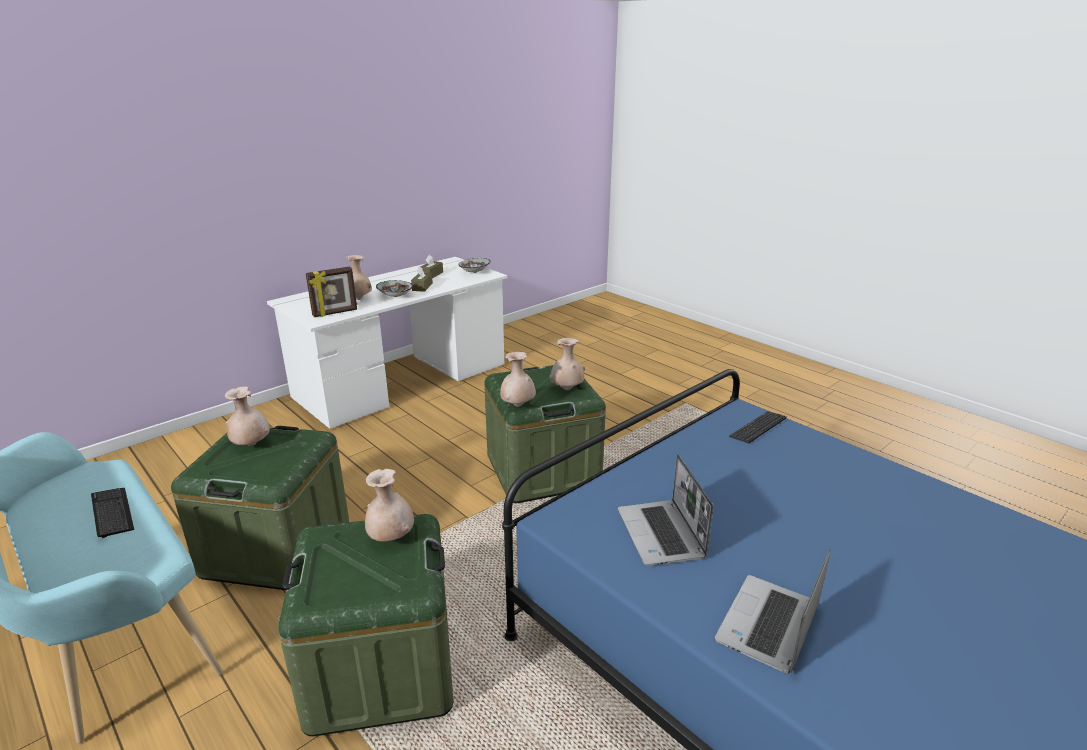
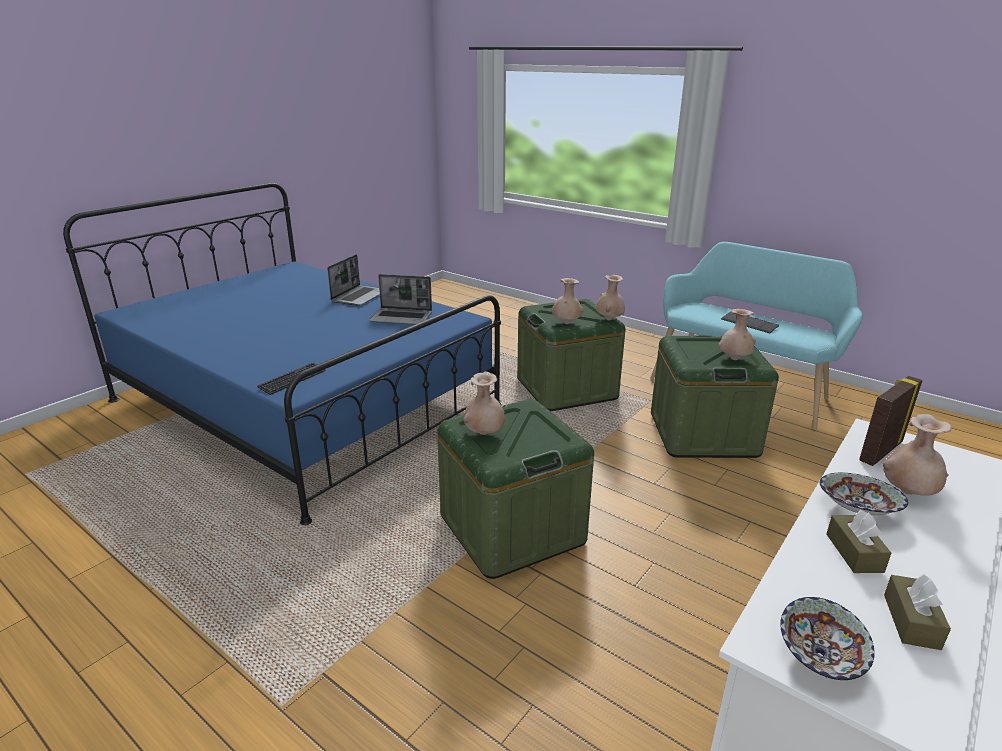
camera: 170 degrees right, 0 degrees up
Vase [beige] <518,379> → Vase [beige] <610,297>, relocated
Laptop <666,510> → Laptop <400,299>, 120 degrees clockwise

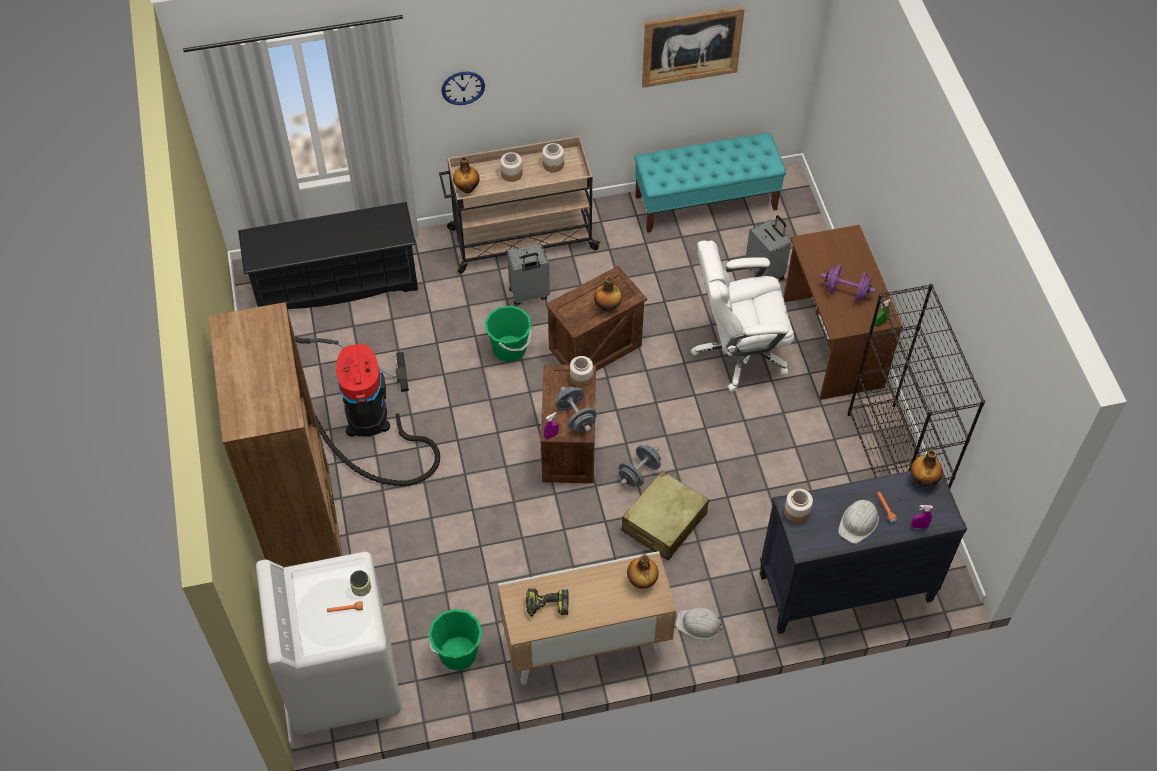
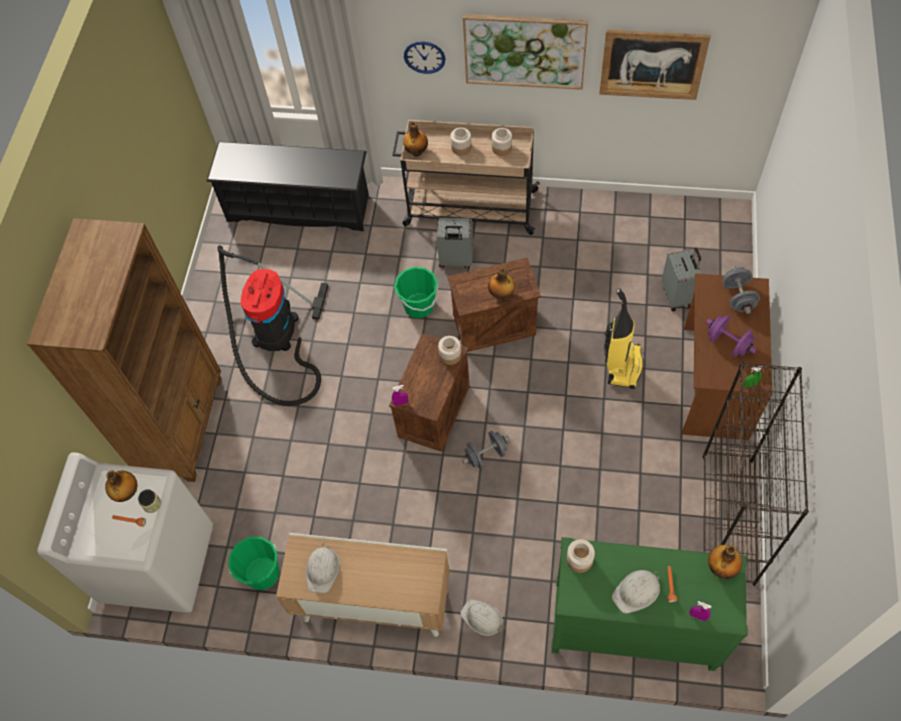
camera: 25 degrees right, 5 degrees up
Bohrmaschine <547,602> → Schutzhelm [weiß] <323,568>
Hantel [grau] <576,409> → Hantel [grau] <741,290>, relocated
Koffer [beige] <665,516> → -
Flasche <643,571> → Flasche <121,486>, relocated
Bank [türkis] <710,183> → -
Bürostuhl [weiß] <742,316> → Staubsauger <623,338>
Kommode [schwarz] <863,552> → Kommode [grün] <649,604>
- → Bild <525,52>

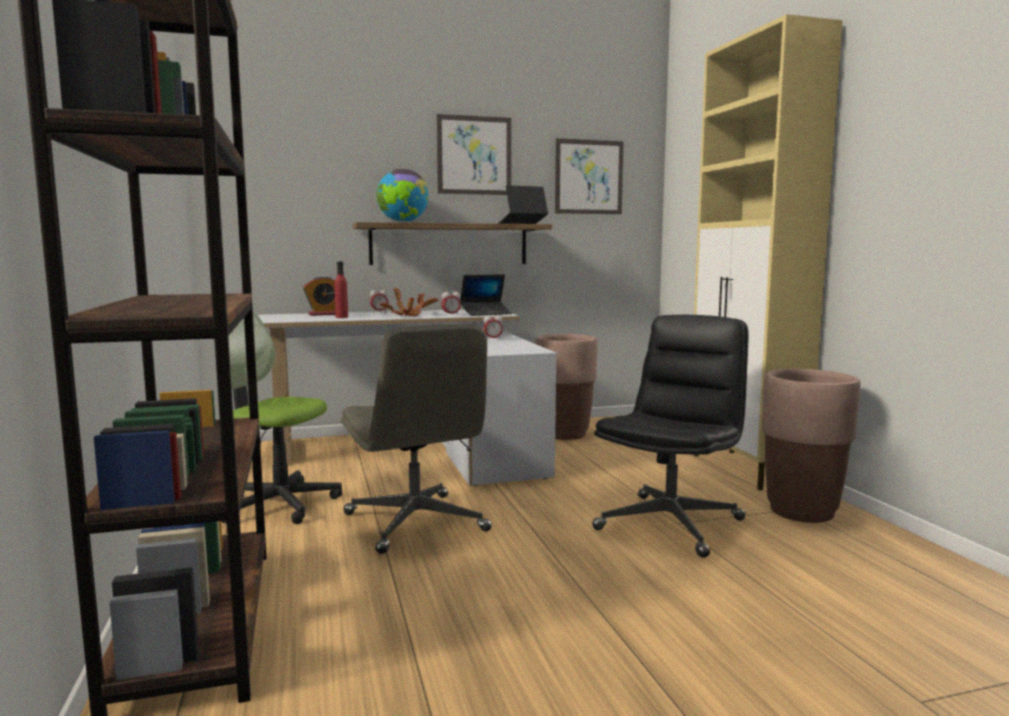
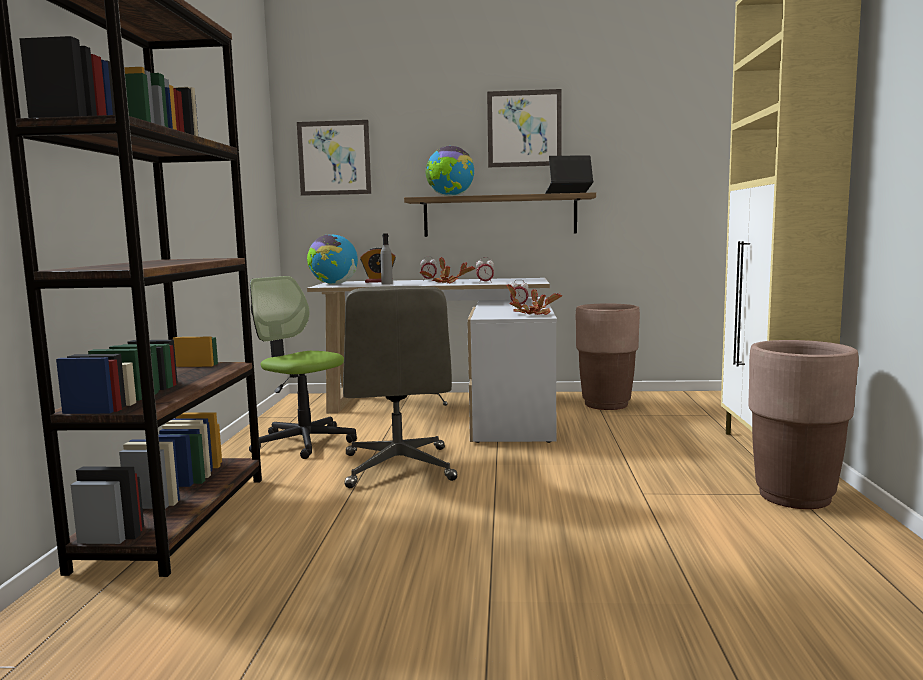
camera: 20 degrees right, 0 degrees up
Flasche [rot] <341,290> → Flasche [grau] <387,259>
Laptop <486,295> → -
Bild <589,176> → Bild <334,158>, relocated
Bürostuhl [schwarz] <670,436> → -
- → Globus <332,260>
- → Topfpflanze <534,299>

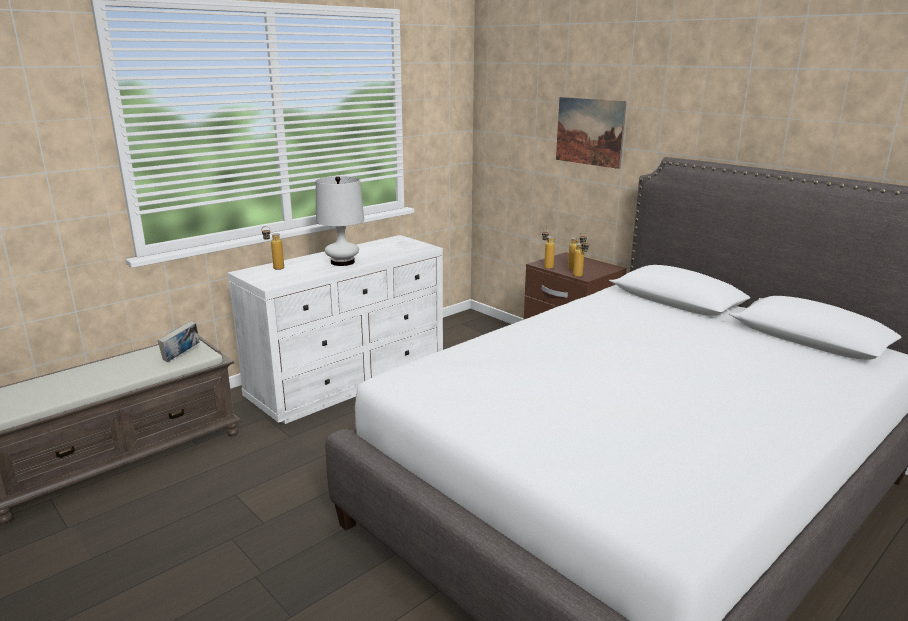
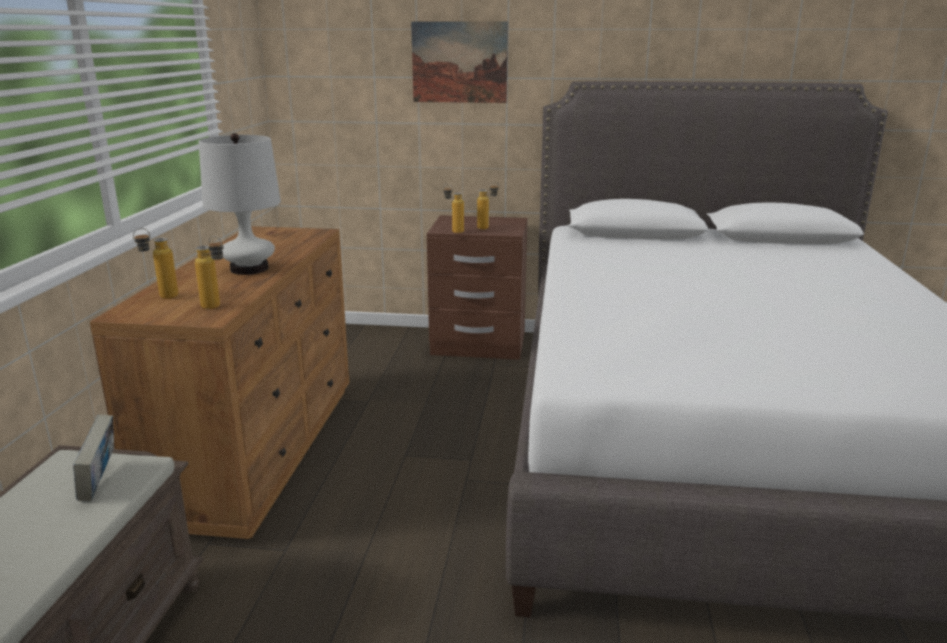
camera: 40 degrees left, 0 degrees up
Kommode [weiß] <335,329> → Kommode [braun] <220,382>
Flasche <581,258> → Flasche <209,272>, relocated

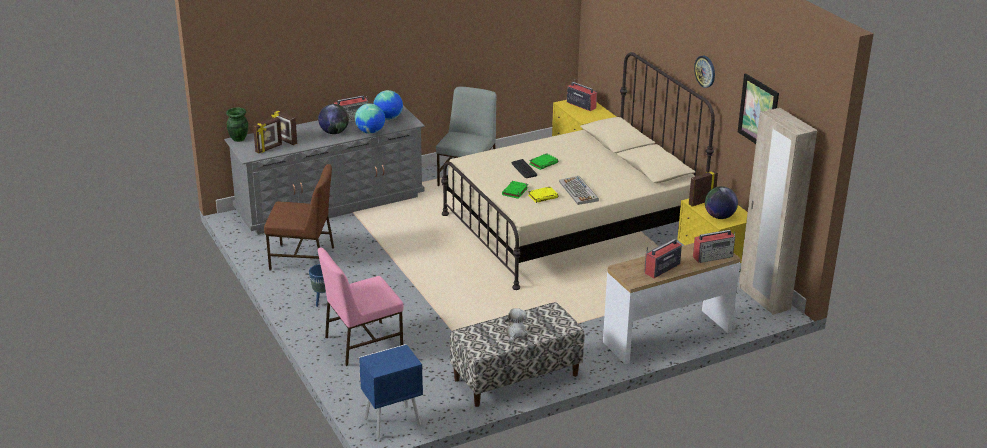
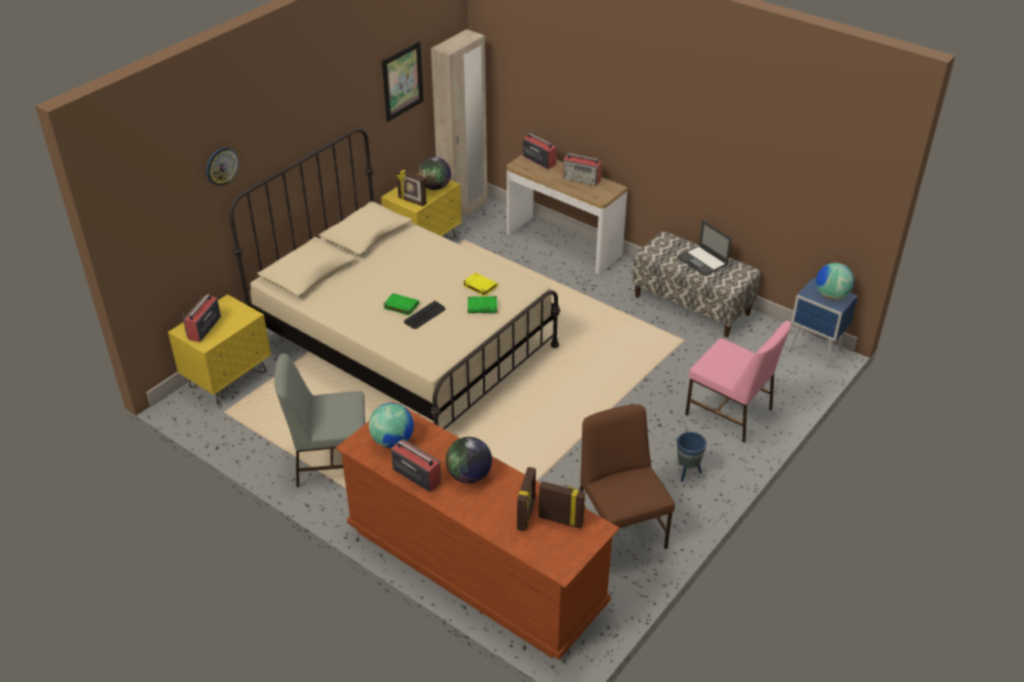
camera: 115 degrees left, 10 degrees up
Kommode [grau] <324,170> → Kommode [braun] <477,530>
Vase [grün] <237,125> → -
Globus <370,118> → Globus <835,281>, relocated
Plüschtier <515,326> → Laptop <704,248>
Tastatur <579,190> → -
Wanduhr <704,72> → Wanduhr <222,166>, relocated

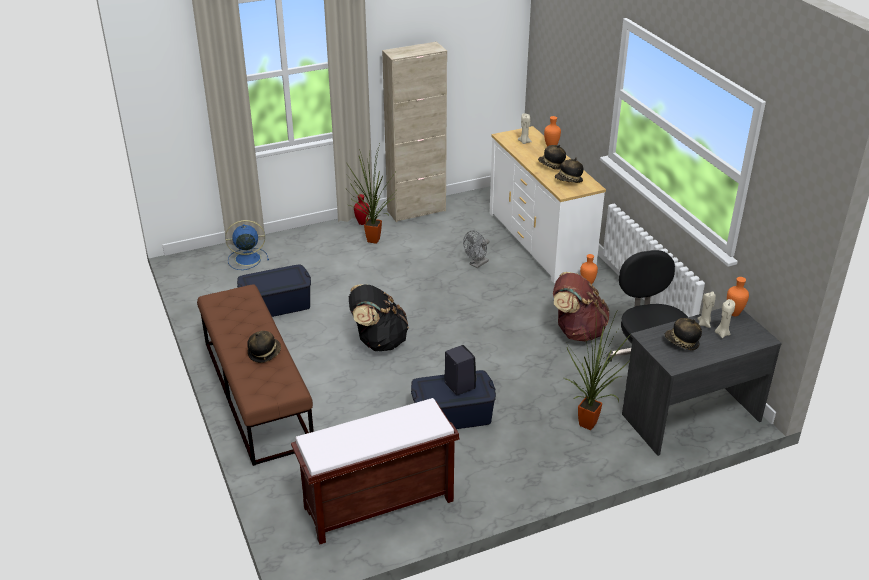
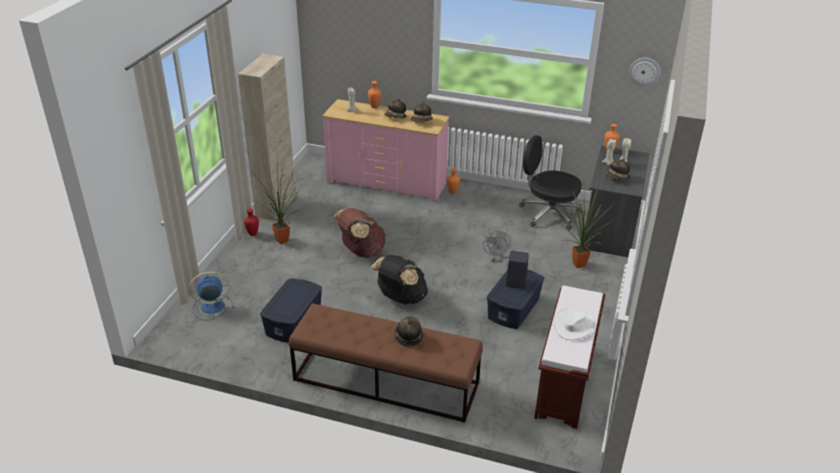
camera: 50 degrees left, 0 degrees up
Ventilator [blau] <247,245> → Ventilator [blau] <211,295>, 45 degrees clockwise
Ventilator [grau] <476,249> → Ventilator [grau] <497,246>, relocated
Kommode [weiß] <547,204> → Kommode [rosa] <385,150>
Rucksack [braun] <581,307> → Rucksack [braun] <359,233>, relocated
- → Hut [weiß] <574,324>
- → Wanduhr <644,72>

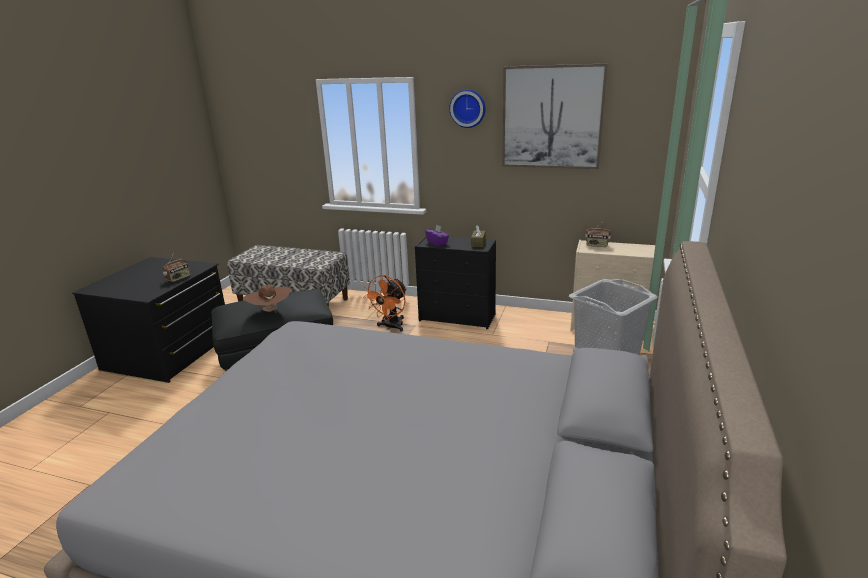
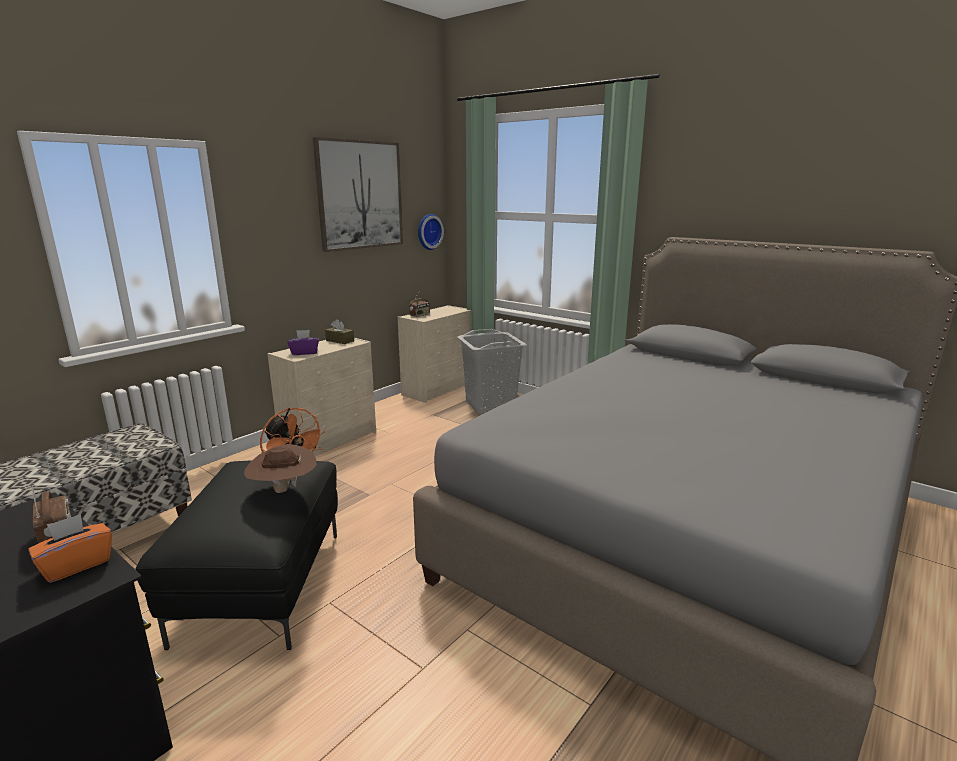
camera: 70 degrees left, 5 degrees down
Kommode [schwarz] <455,282> → Kommode [beige] <321,397>
Wanduhr <467,108> → Wanduhr <431,232>, relocated
- → Taschentuchbox [orange] <70,548>

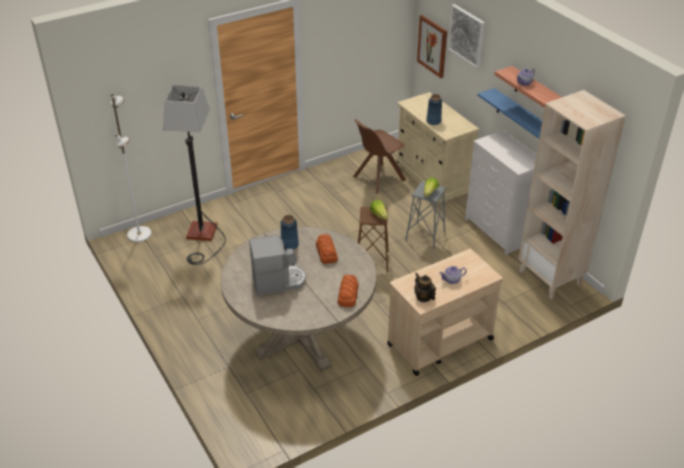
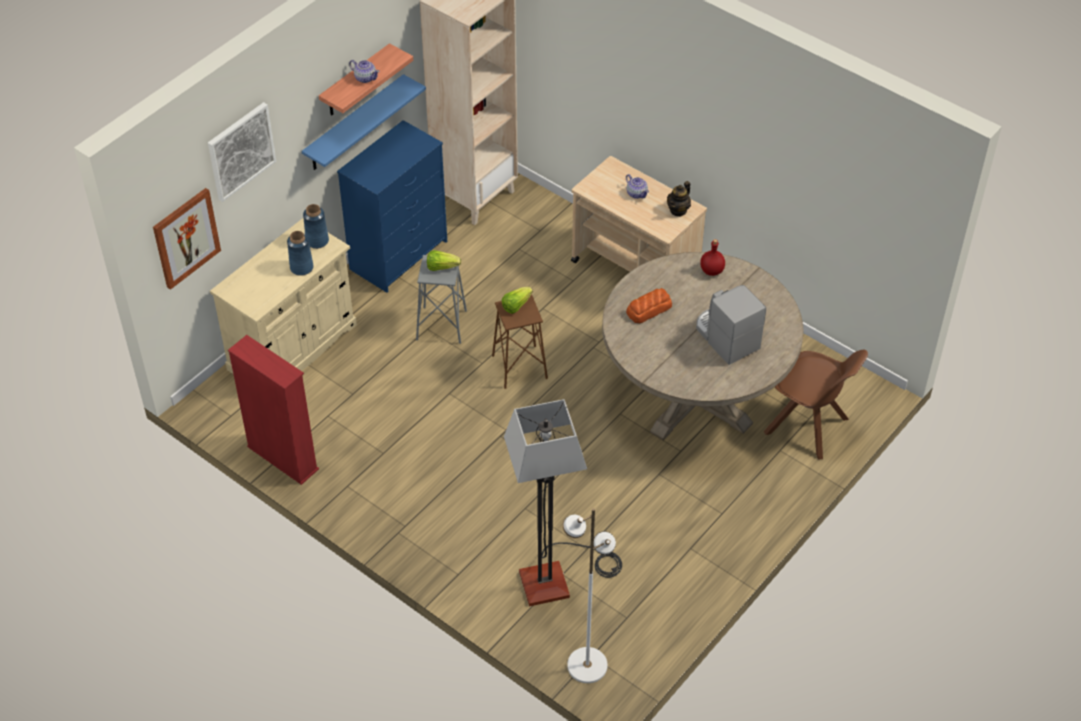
camera: 110 degrees left, 10 degrees up
Vase [blau] <290,232> → Vase [blau] <316,226>, relocated
Brot <348,291> → Flasche [rot] <712,257>
Stuhl [braun] <379,156> → Stuhl [braun] <816,405>, relocated
Kommode [weiß] <501,192> → Kommode [blau] <392,206>
- → Bücherregal [rot] <273,410>

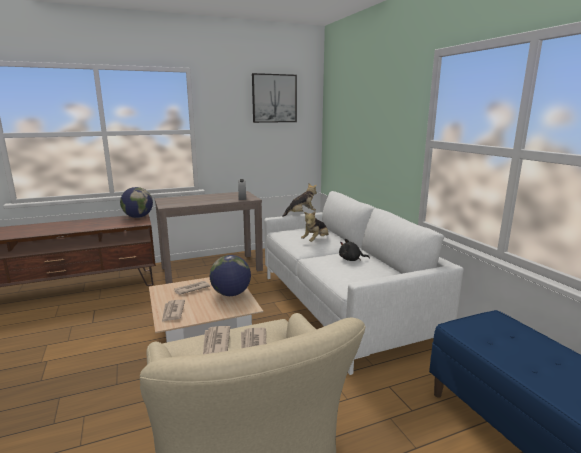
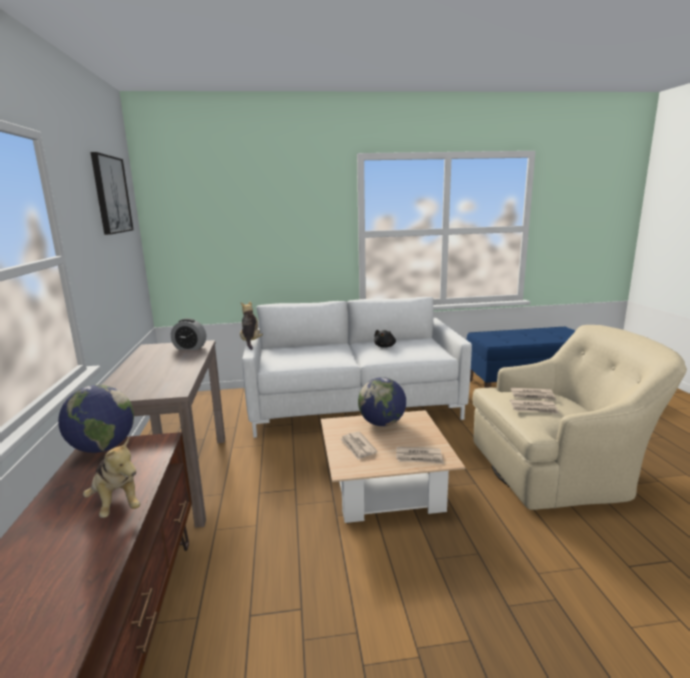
camera: 75 degrees left, 0 degrees up
Plüschtier <315,226> → Plüschtier <111,477>, relocated

